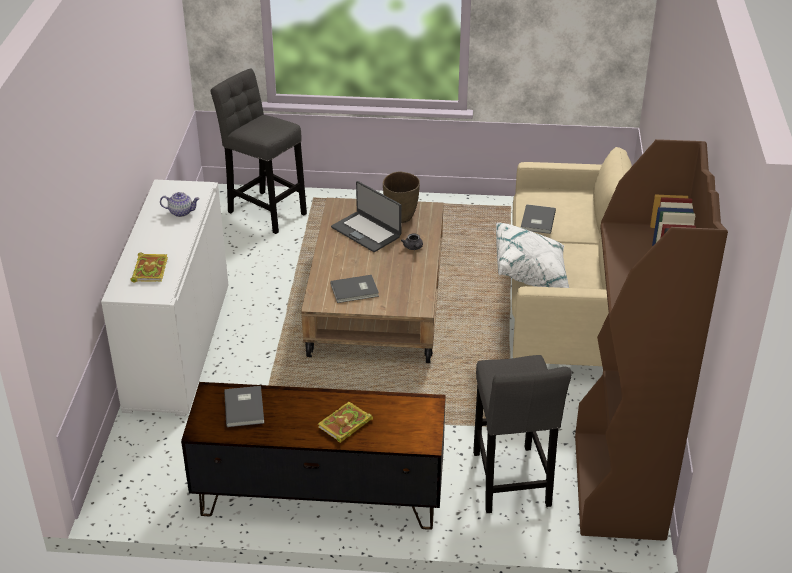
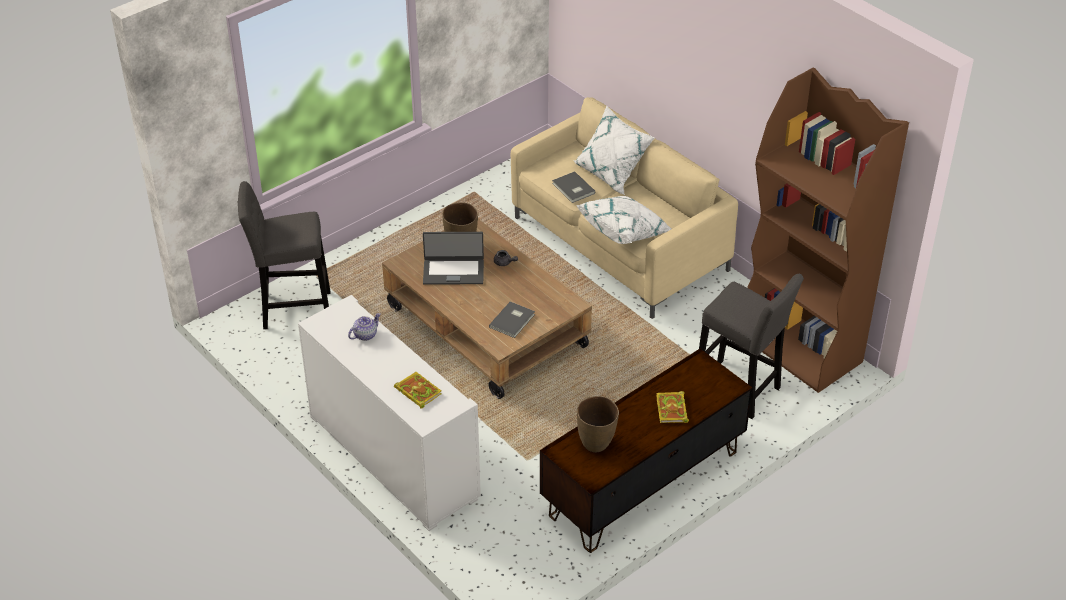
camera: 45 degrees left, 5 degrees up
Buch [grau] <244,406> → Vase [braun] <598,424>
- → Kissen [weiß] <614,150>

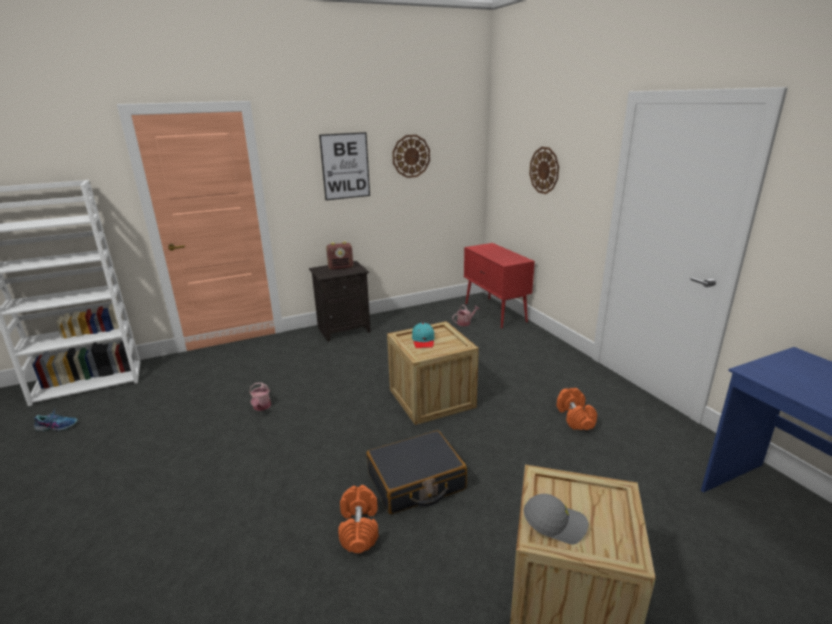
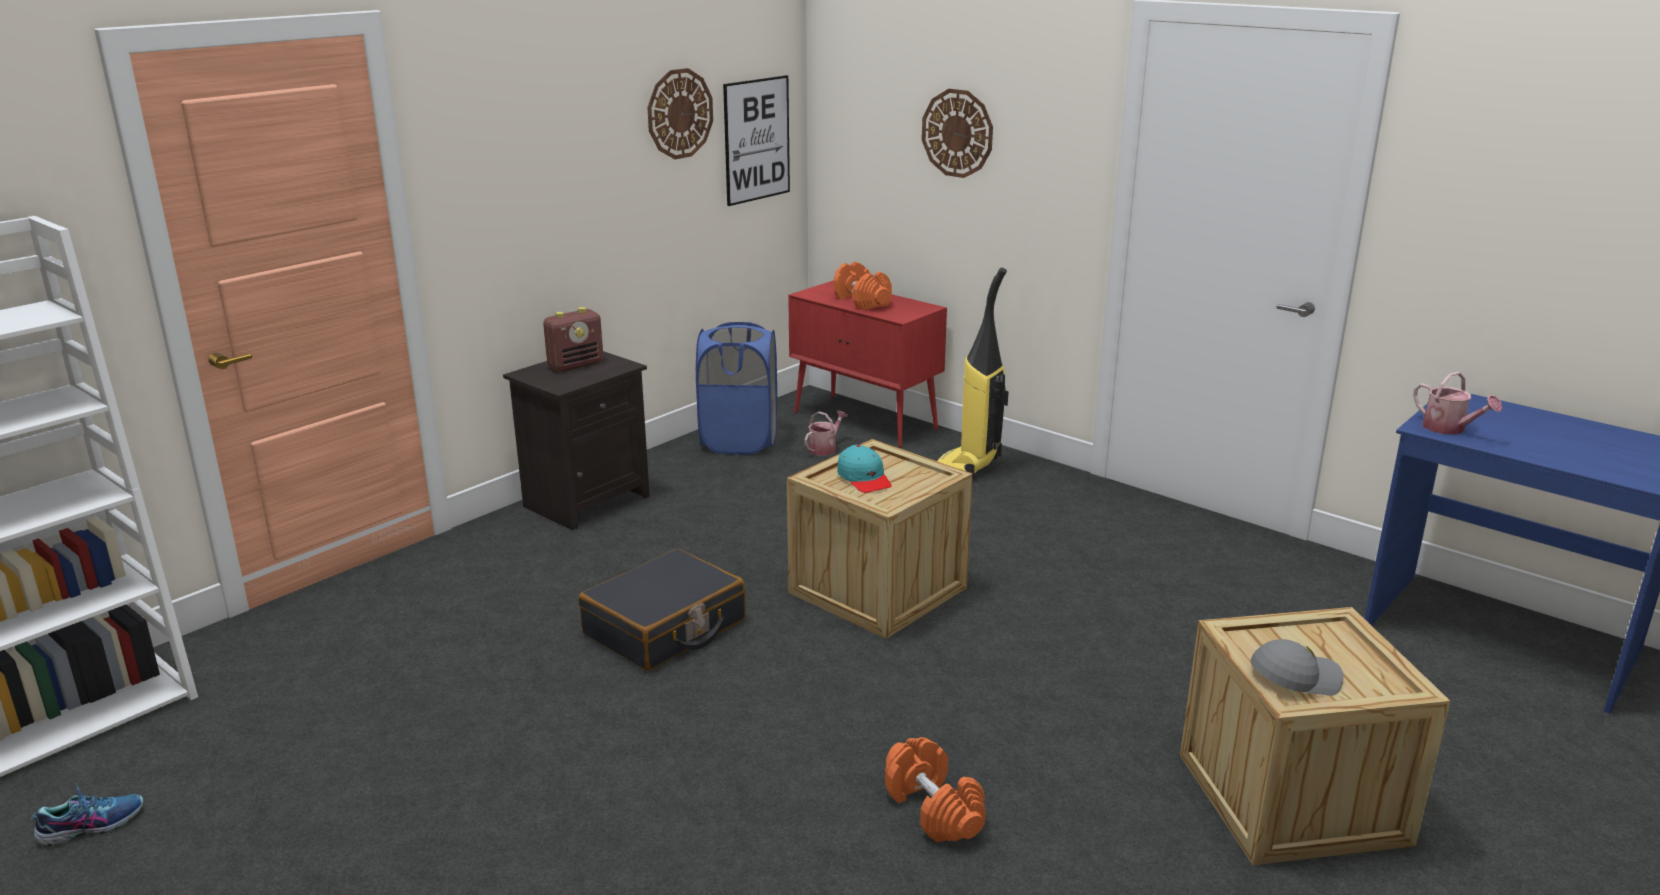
camera: 25 degrees left, 0 degrees up
Gießkanne <260,397> → Gießkanne <1458,402>, relocated
Bild <344,166> → Bild <756,140>, relocated
Koffer [schwarz] <416,472> → Koffer [schwarz] <662,609>, relocated
Hantel [orange] <576,409> → Hantel [orange] <863,285>, relocated
- → Wäschekorb [blau] <736,388>
- → Staubsauger <973,373>

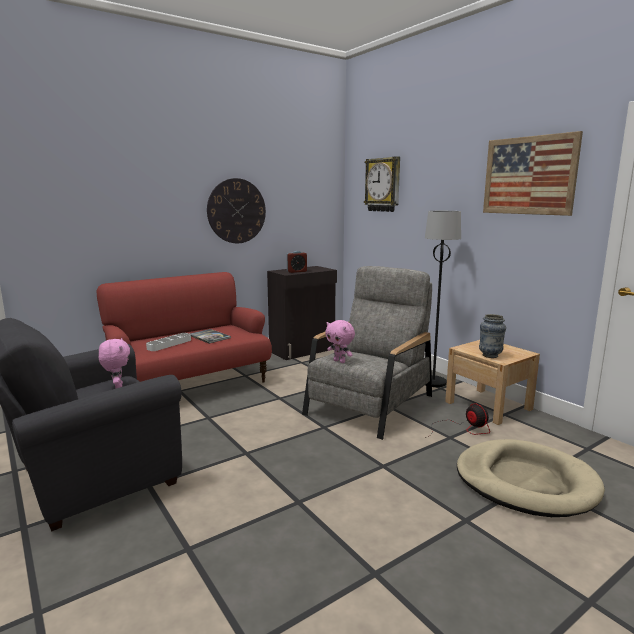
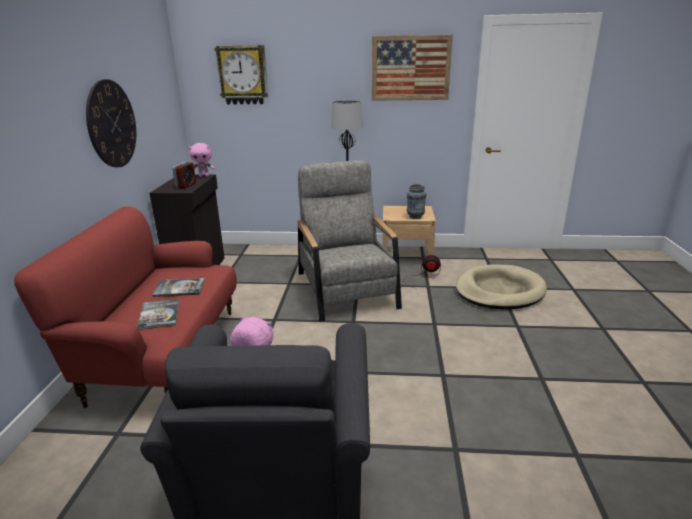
camera: 50 degrees left, 10 degrees up
Tablett [weiß] <168,342> → Buch <158,314>
Plüschtier [rosa] <340,341> → Plüschtier [rosa] <202,160>, relocated

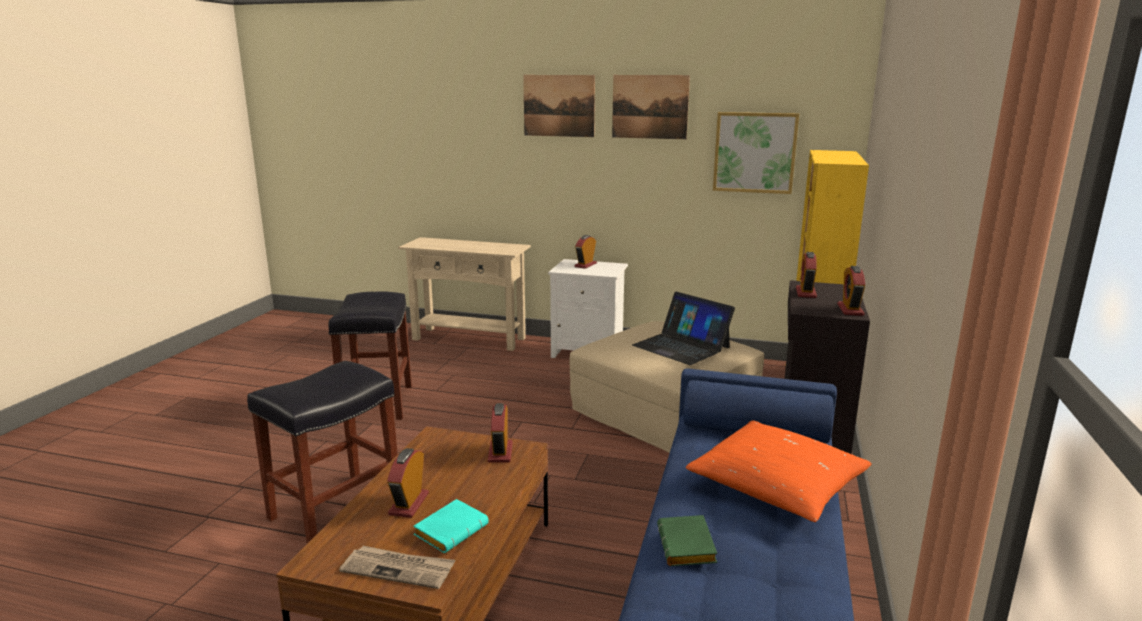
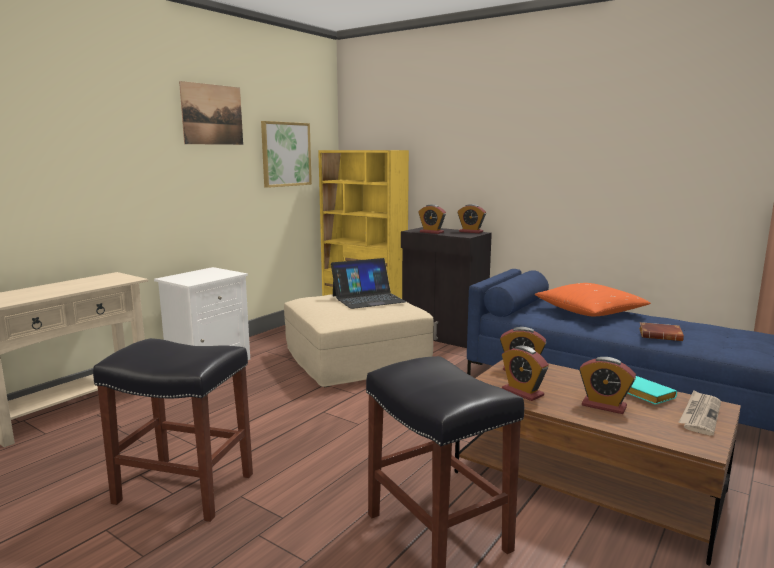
camera: 70 degrees left, 5 degrees down
Bild <559,106> → -
Wecker <585,252> → Wecker <525,373>, relocated
Buch [grün] <687,540> → Buch [braun] <661,331>

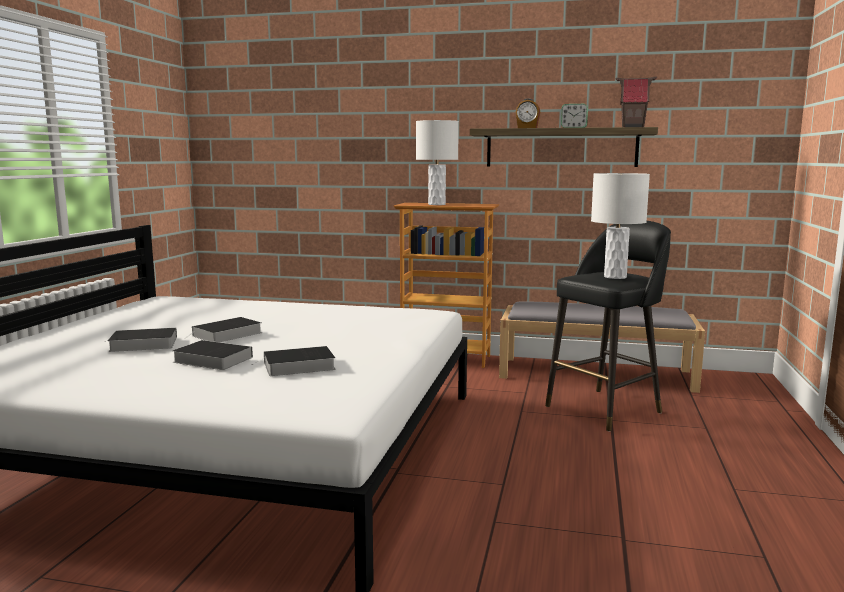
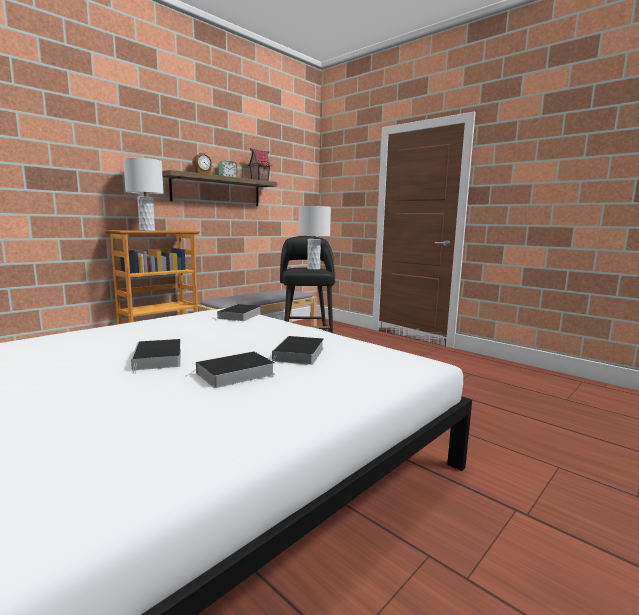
camera: 60 degrees left, 0 degrees up
Buch <141,340> → Buch <238,312>, relocated

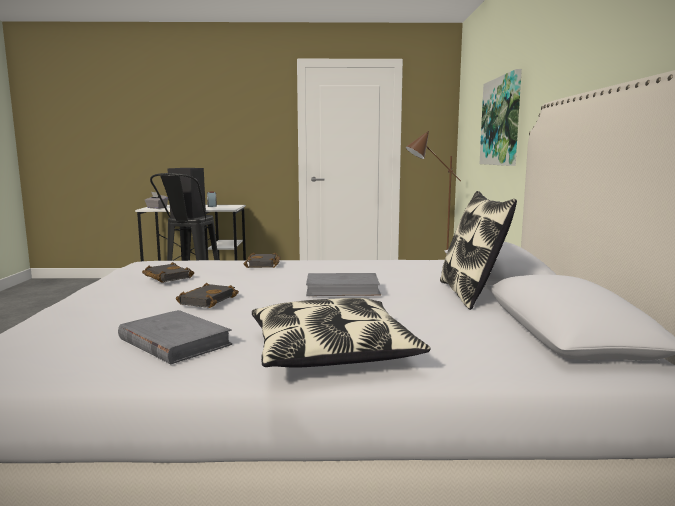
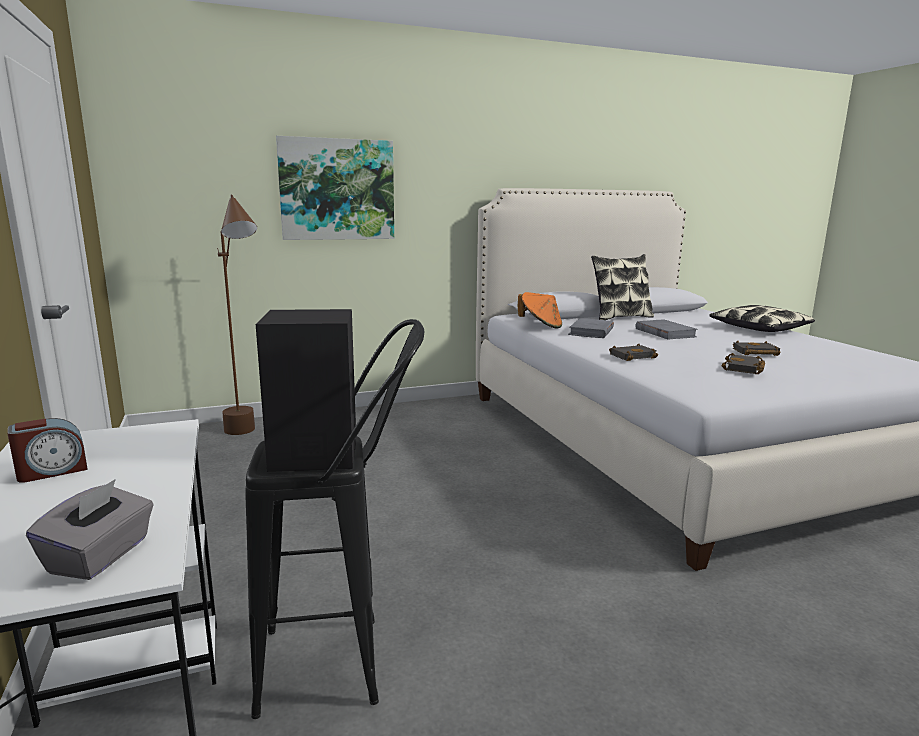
camera: 110 degrees left, 5 degrees up
Buch [grau] <175,337> → Buch [grau] <591,328>, relocated
- → Hut [orange] <540,310>

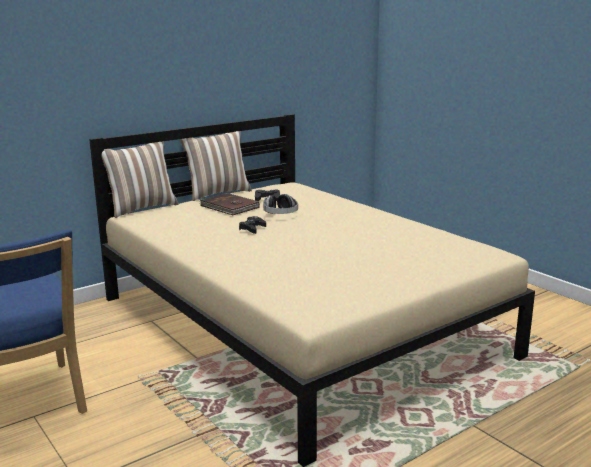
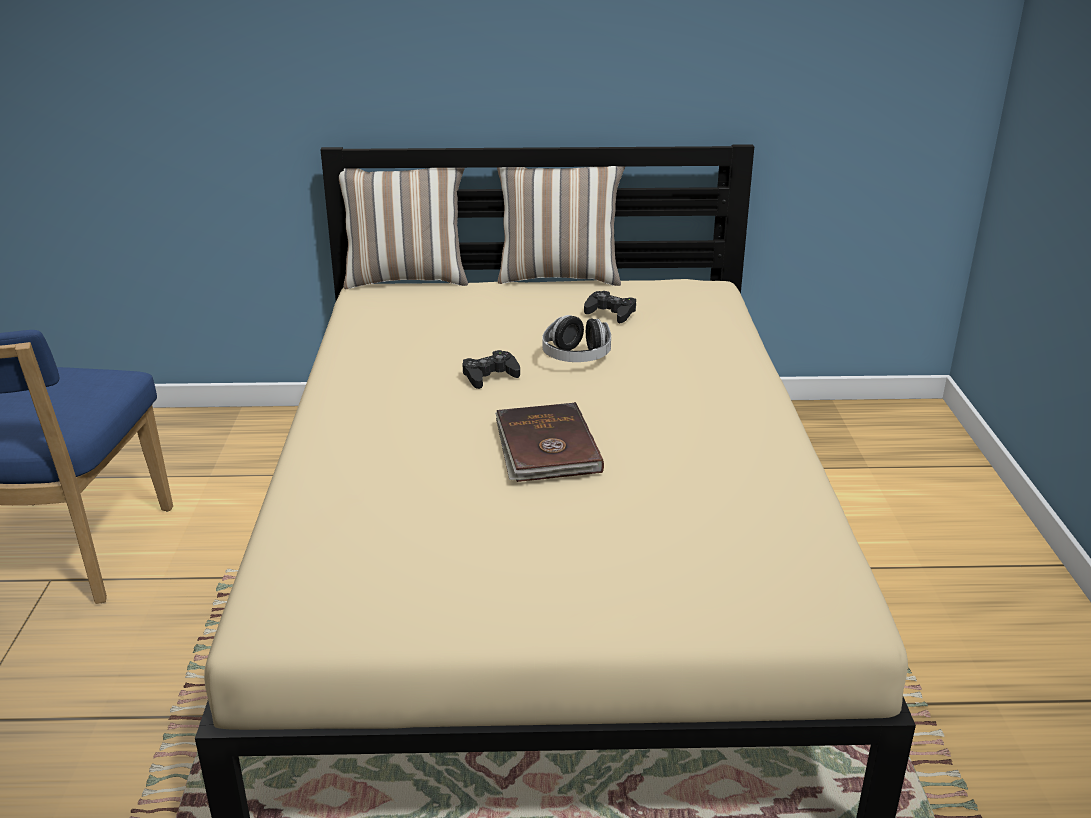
camera: 35 degrees right, 10 degrees up
Buch [braun] <230,204> → Buch [braun] <549,442>, relocated

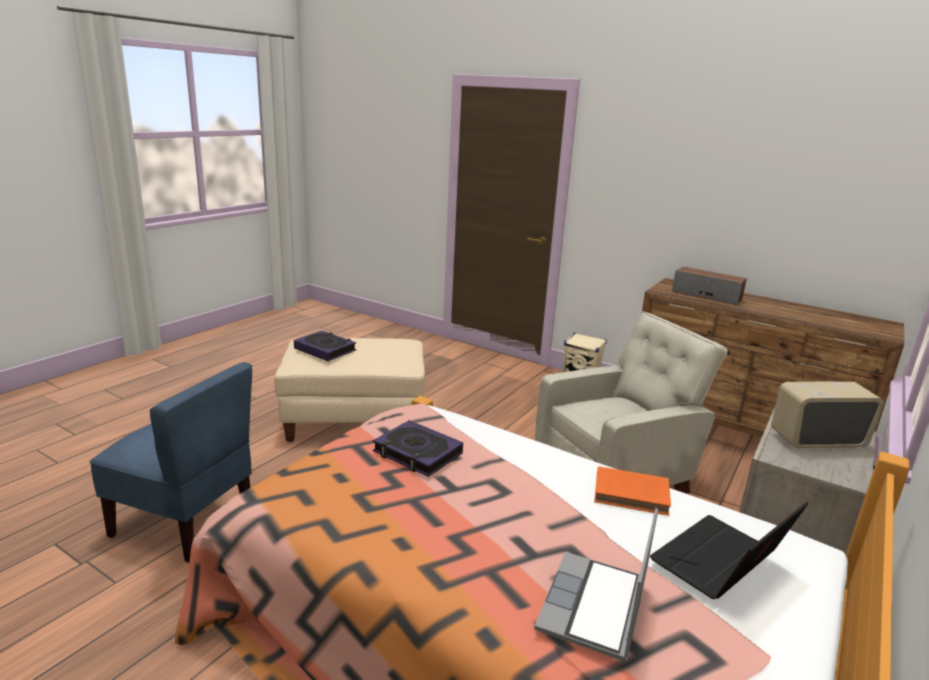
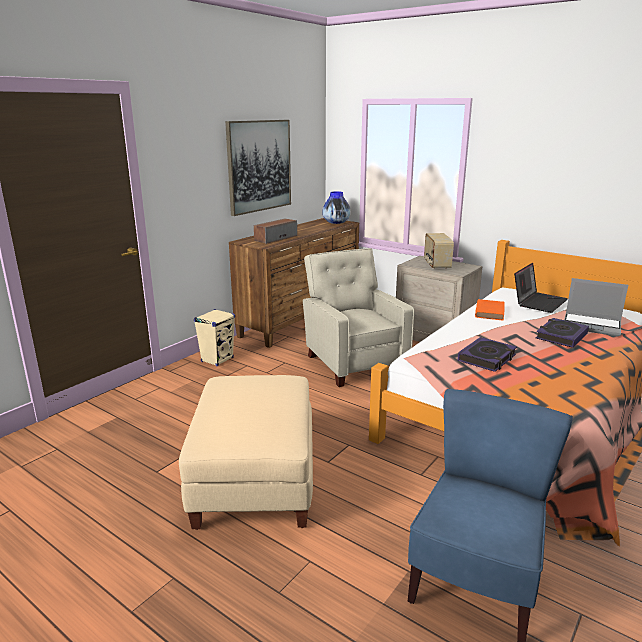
camera: 85 degrees left, 0 degrees up
Buch <325,346> → Buch <562,333>, relocated
Laptop <729,550> → Laptop <541,288>, 105 degrees counterclockwise
- → Bild <258,168>
- → Vase <336,207>

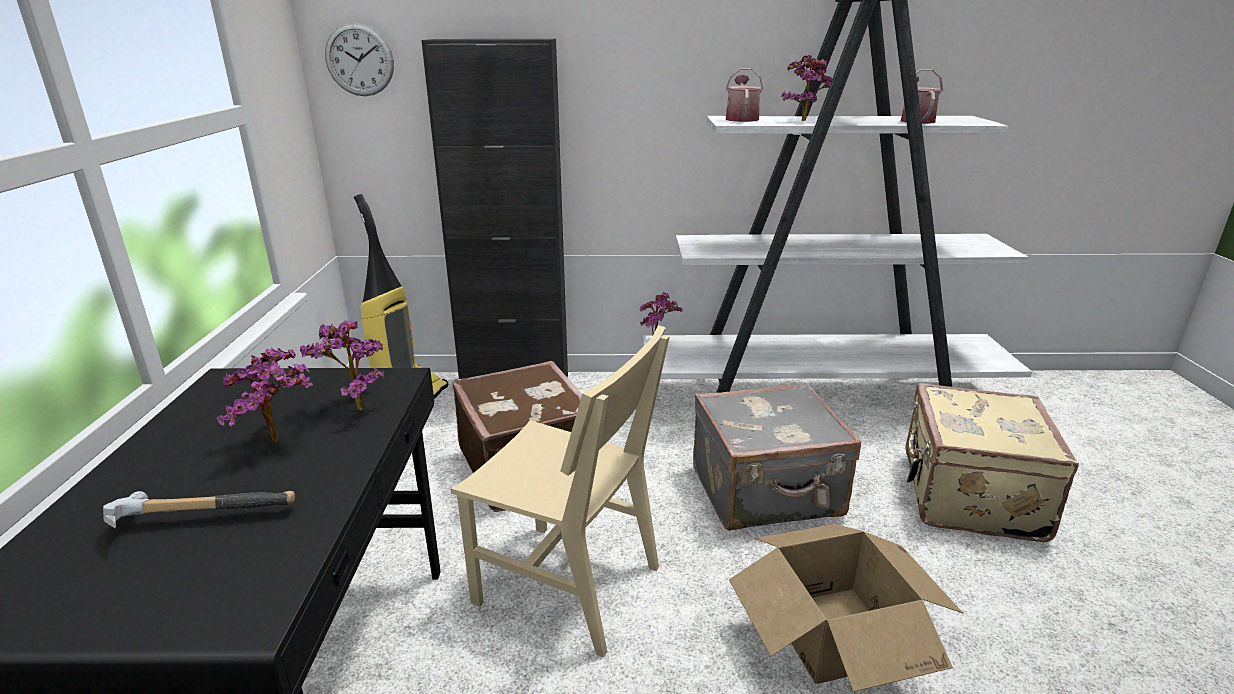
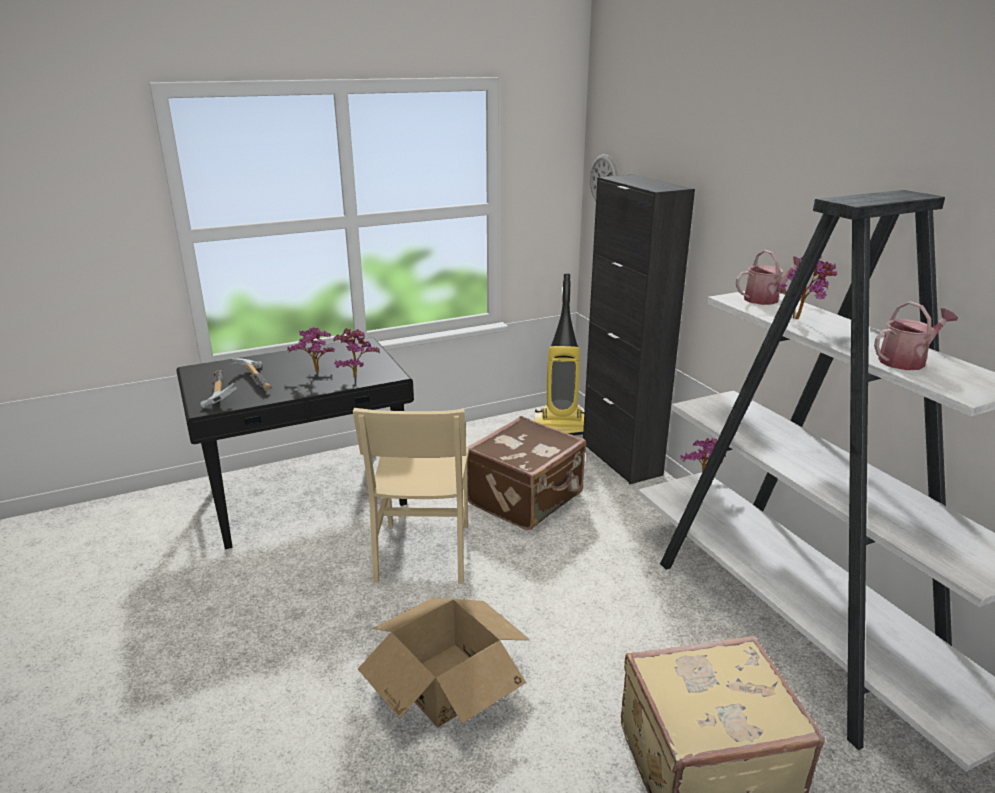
camera: 65 degrees right, 0 degrees up
Koffer [grau] <777,457> → -
- → Hammer <218,389>

